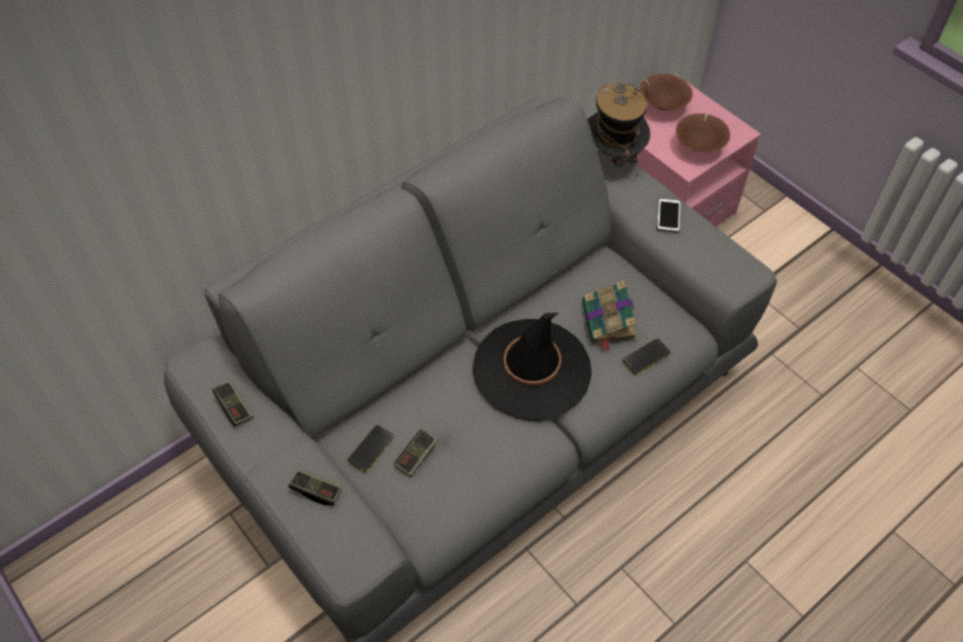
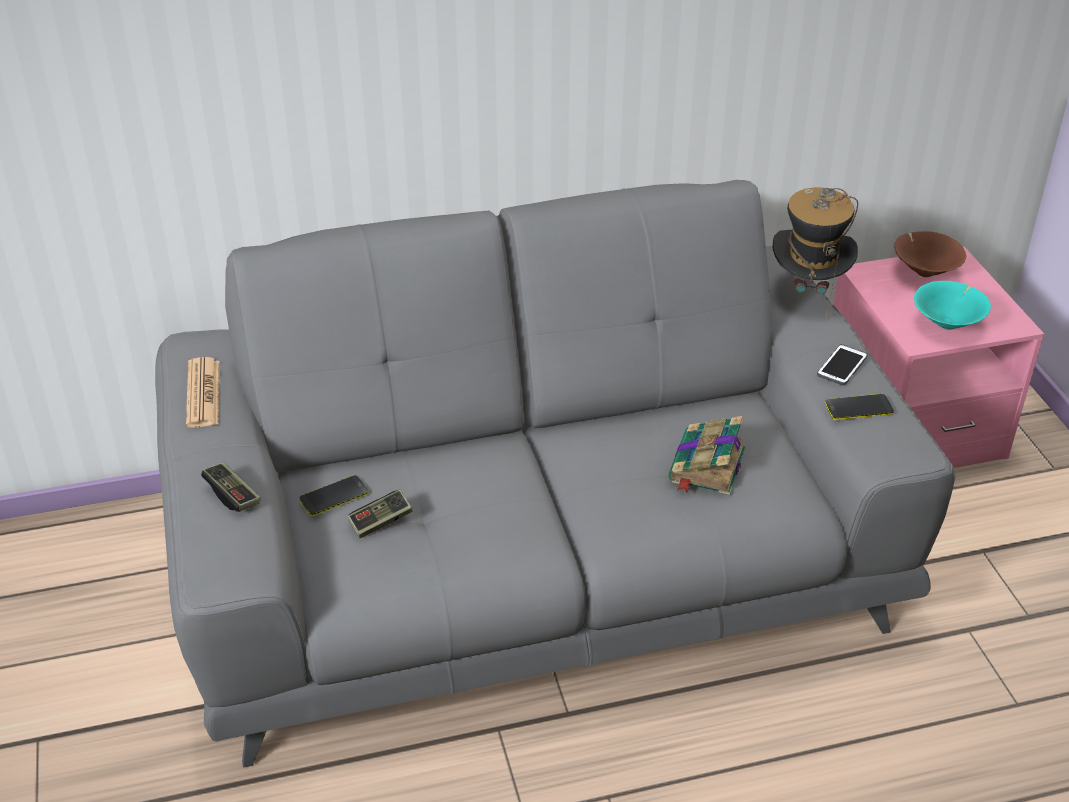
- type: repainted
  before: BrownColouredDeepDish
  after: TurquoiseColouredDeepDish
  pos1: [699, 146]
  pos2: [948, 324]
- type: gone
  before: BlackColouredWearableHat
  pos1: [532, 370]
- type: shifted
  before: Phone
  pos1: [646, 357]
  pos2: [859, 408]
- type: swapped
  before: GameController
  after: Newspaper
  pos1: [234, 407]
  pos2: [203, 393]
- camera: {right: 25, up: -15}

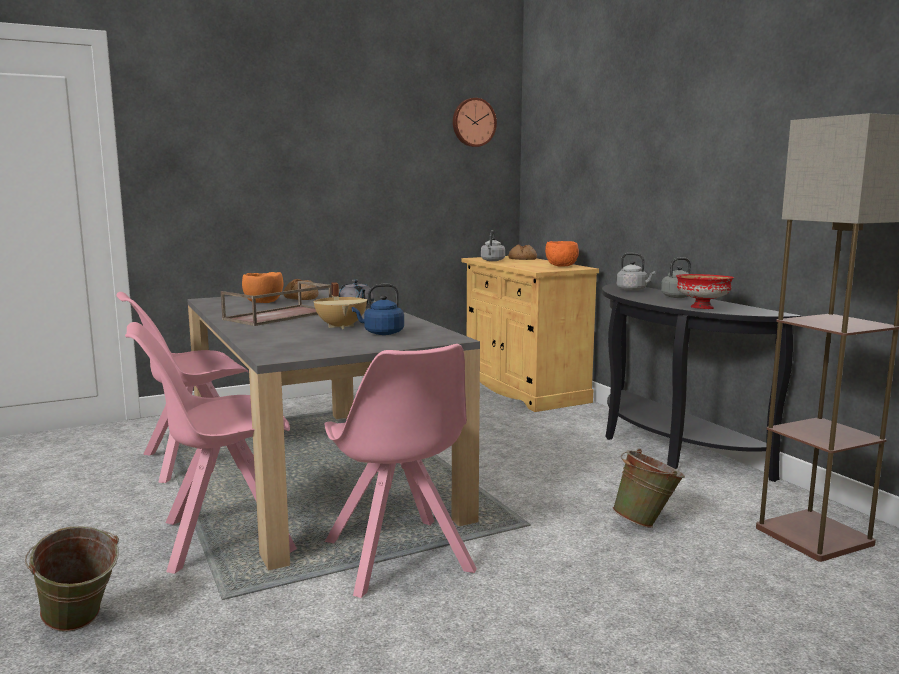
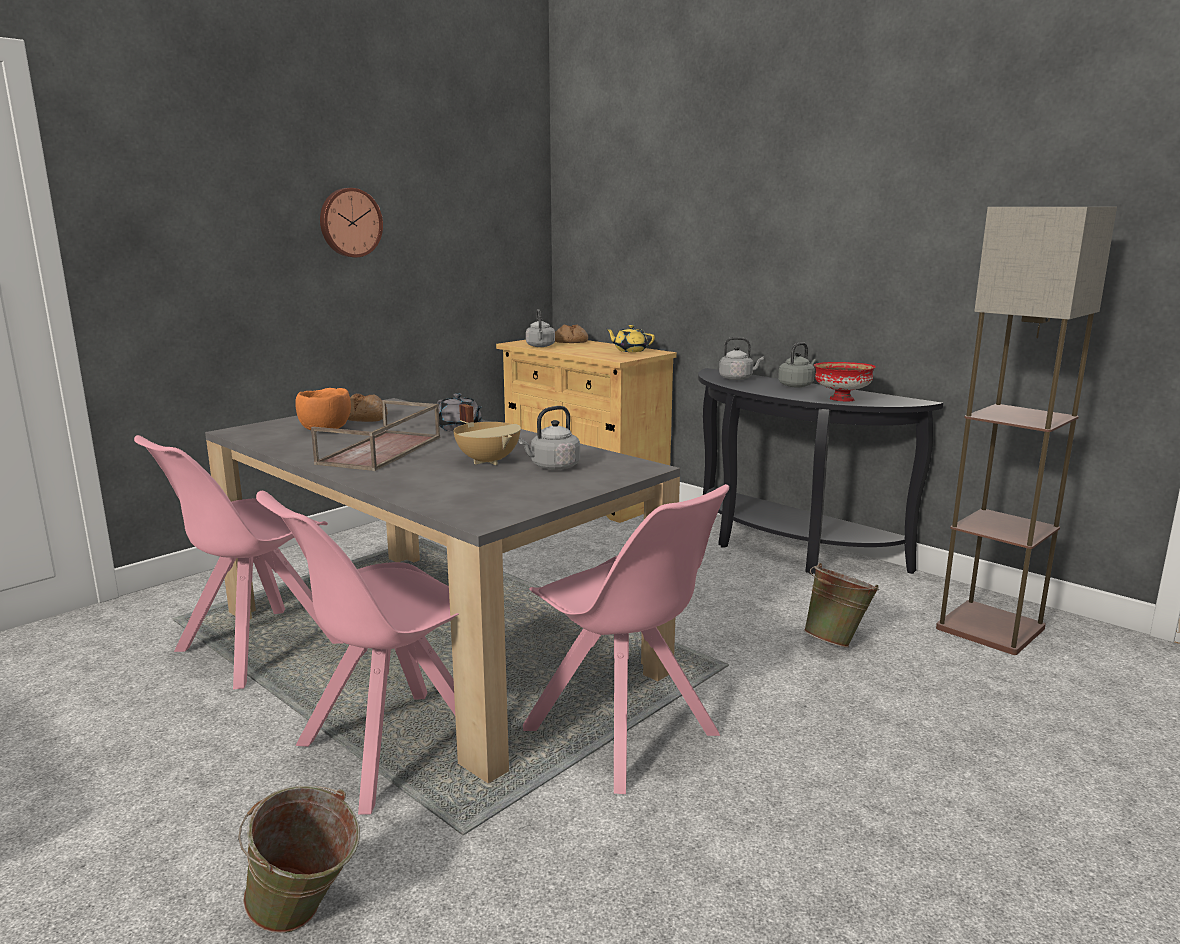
- type: shifted
  before: HangingClock
  pos1: [473, 122]
  pos2: [349, 222]
- type: swapped
  before: OrangeDeepDish
  after: YellowColouredTeaPot
  pos1: [560, 266]
  pos2: [630, 350]
- type: repainted
  before: BluishWaterKettle
  after: GrayWaterKettle
  pos1: [381, 333]
  pos2: [552, 467]
- camera: {right: -20, up: 5}

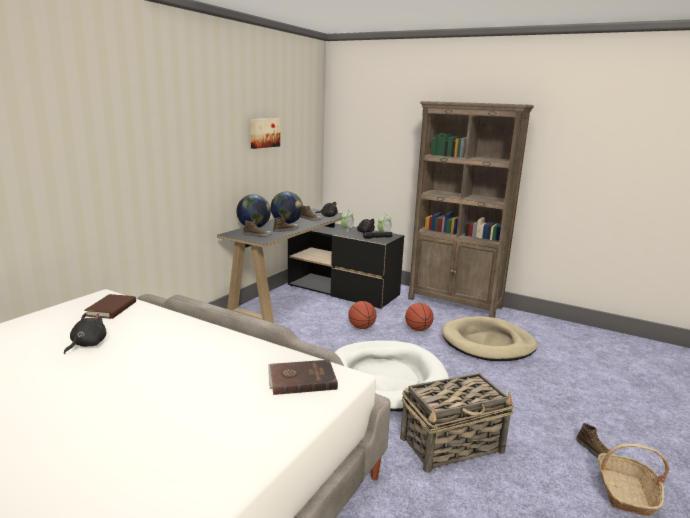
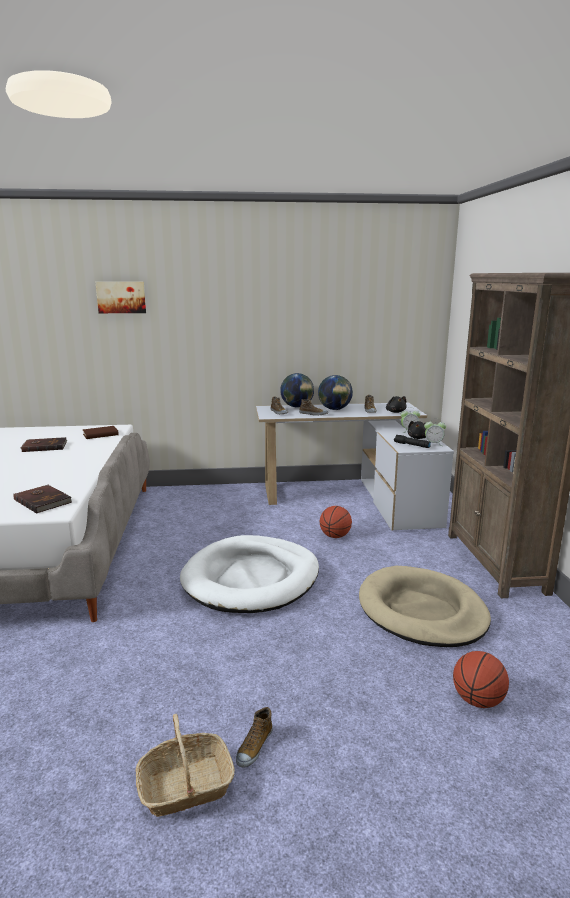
- type: shifted
  before: WallPicture
  pos1: [264, 133]
  pos2: [121, 297]
- type: repainted
  before: BlackColouredDeskUnit
  after: WhiteDeskUnit
  pos1: [311, 298]
  pos2: [355, 498]
- type: shifted
  before: BasketballBall
  pos1: [418, 329]
  pos2: [477, 700]
- type: swapped
  before: BlackColouredCuddlyToy
  after: BrownColouredBoundBook
  pos1: [87, 345]
  pos2: [44, 446]
- type: gone
  before: Basket
  pos1: [452, 445]
- camera: {right: 55, up: 0}

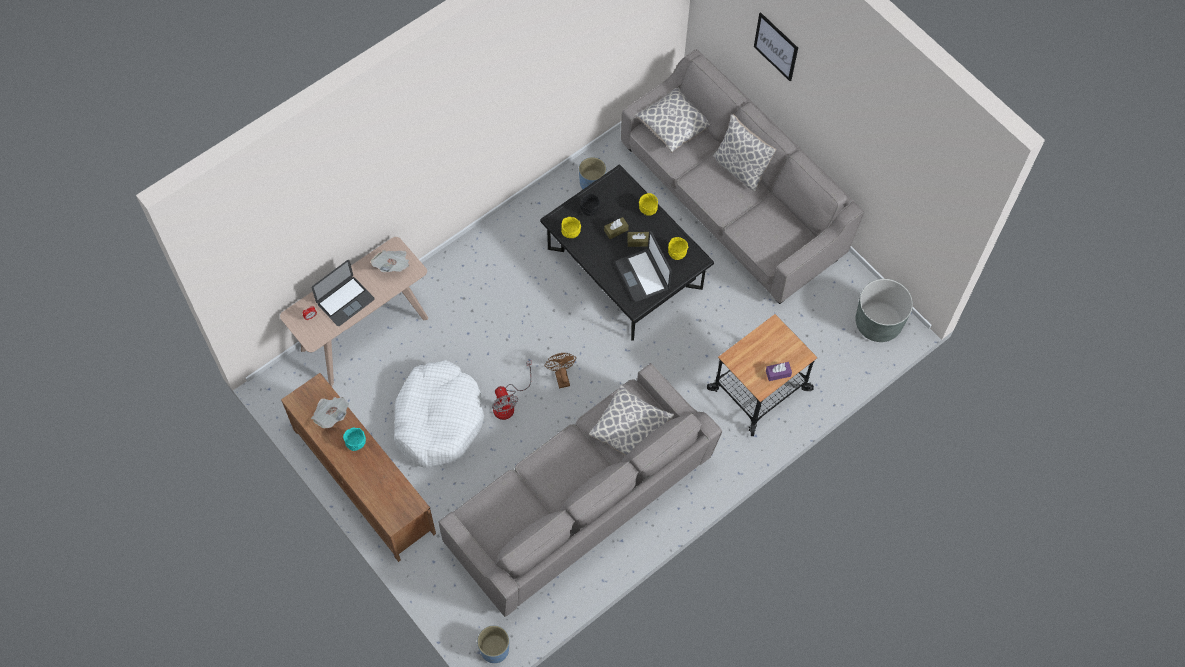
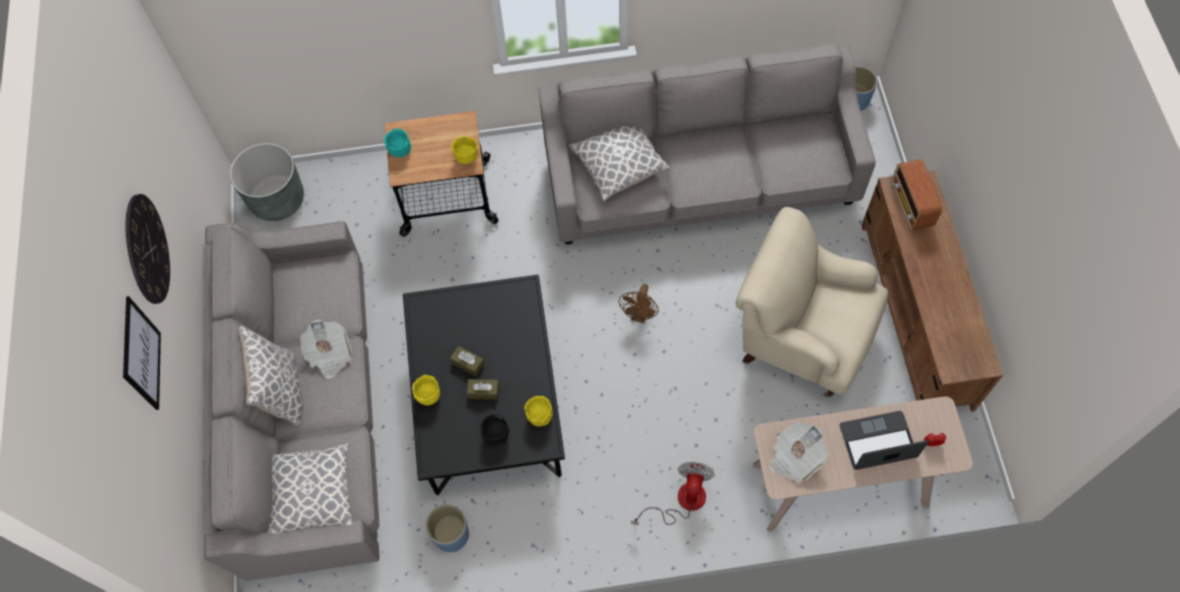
- type: gone
  before: PortableComputer
  pos1: [643, 275]
- type: shifted
  before: YellowColouredDeepDish
  pos1: [677, 254]
  pos2: [466, 157]
- type: swapped
  before: WhiteDogCushion
  after: BeigeEasyChair
  pos1: [438, 419]
  pos2: [801, 338]
- type: shifted
  before: Fan
  pos1: [508, 403]
  pos2: [681, 501]
- type: gone
  before: PurplishTissueHolder
  pos1: [778, 373]
- type: shifted
  before: Newspaper
  pos1: [331, 415]
  pos2: [329, 354]
- type: shifted
  before: TurquoiseColouredDeepDish
  pos1: [356, 444]
  pos2: [400, 150]
- type: new
  after: Radio
  pos2: [911, 206]
- type: new
  after: HangingClock
  pos2: [146, 249]
- camera: {right: -145, up: 0}

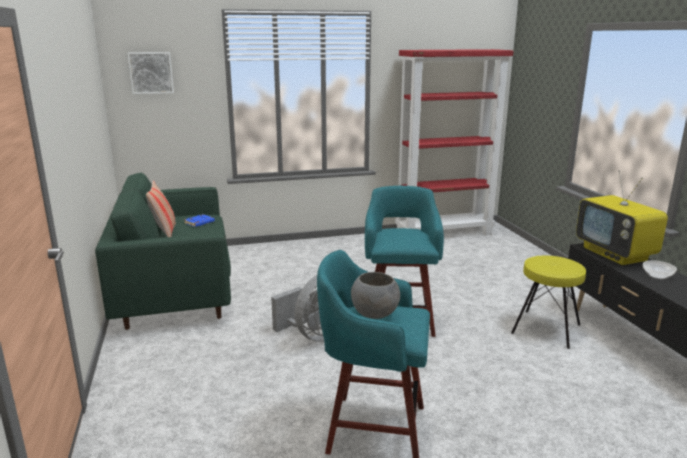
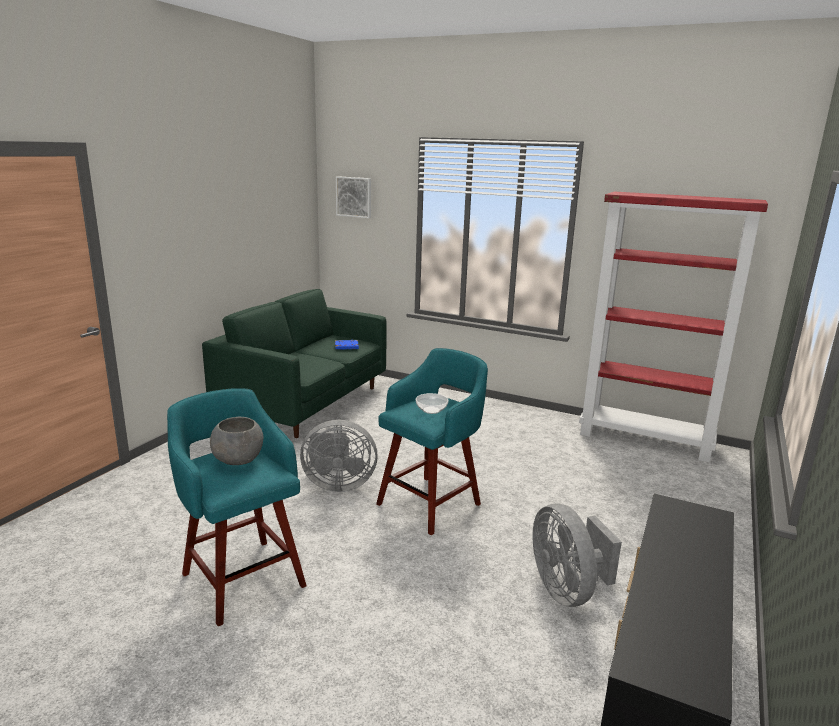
- type: gone
  before: Tv
  pos1: [615, 254]
- type: gone
  before: Cushion
  pos1: [164, 232]
- type: swapped
  before: YellowColouredStool
  after: GrayFan
  pos1: [546, 328]
  pos2: [567, 590]
- type: shifted
  before: DeepDish
  pos1: [658, 275]
  pos2: [432, 410]
- camera: {right: 40, up: 0}

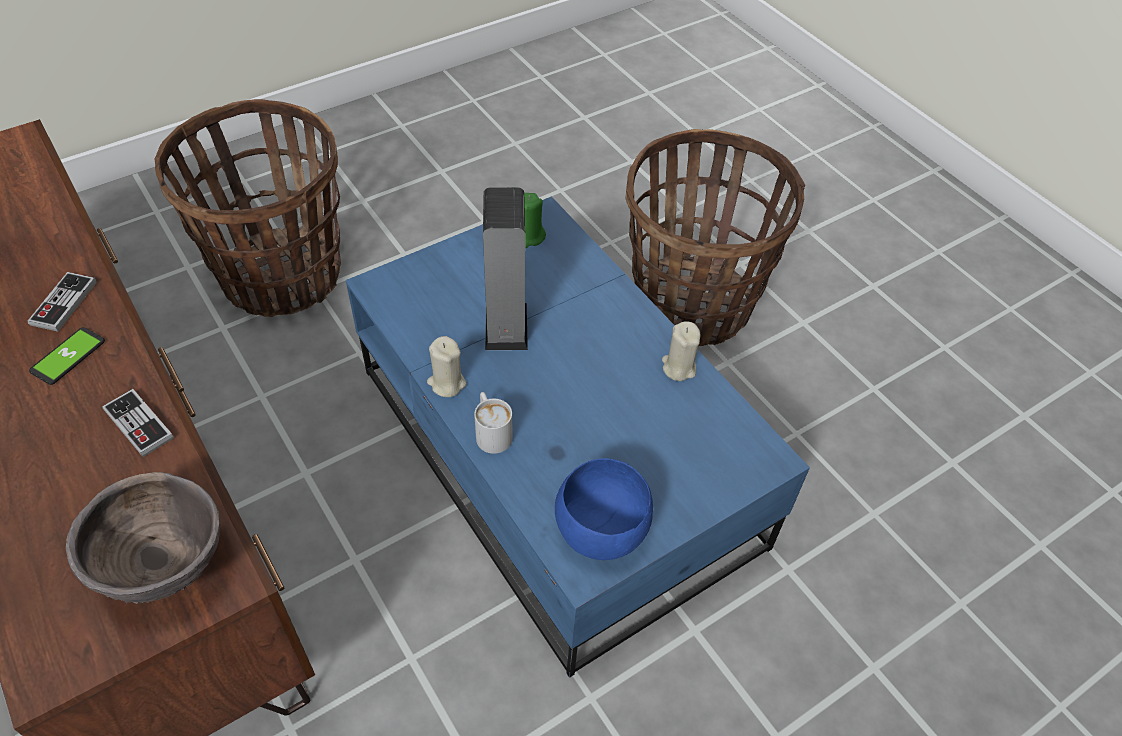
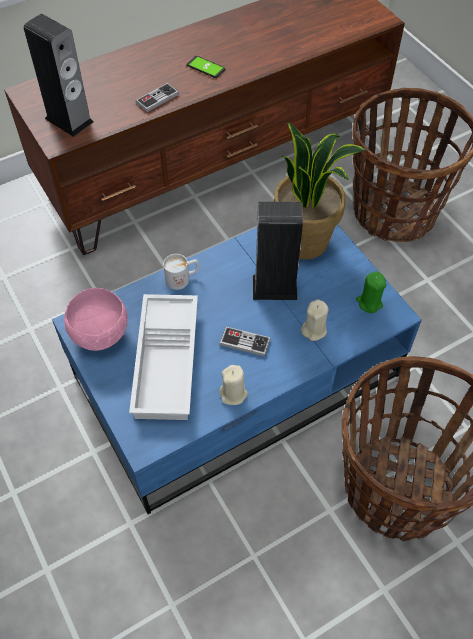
- type: shifted
  before: GameController
  pos1: [64, 303]
  pos2: [245, 342]
- type: shifted
  before: BeigeWaxCandle
  pos1: [447, 383]
  pos2: [314, 330]
- type: repainted
  before: BluishDeepDish
  after: PinkColouredDeepDish
  pos1: [600, 529]
  pos2: [102, 334]
- type: swapped
  before: BrownColouredDeepDish
  after: Loudspeaker
  pos1: [166, 568]
  pos2: [69, 120]
- type: new
  after: PlantInAPot
  pos2: [305, 241]
- type: new
  after: WhiteTray
  pos2: [168, 362]
- camera: {right: 95, up: 5}

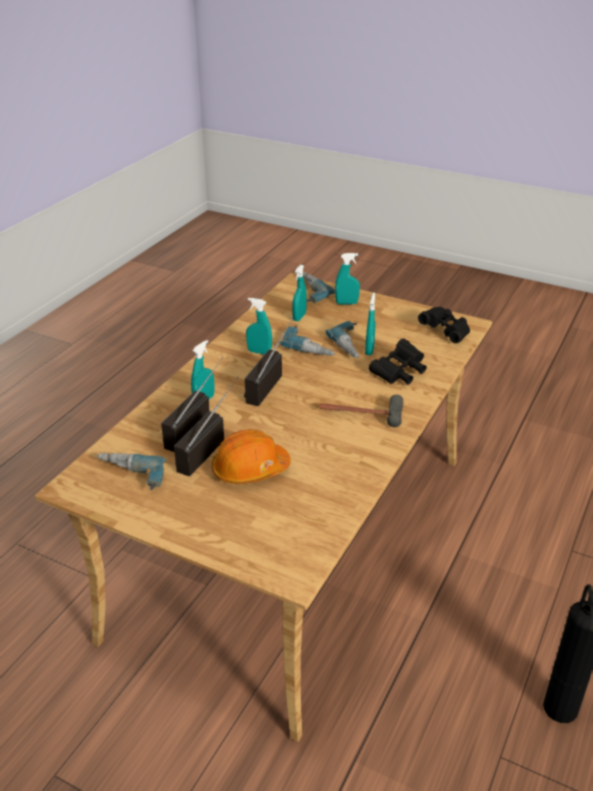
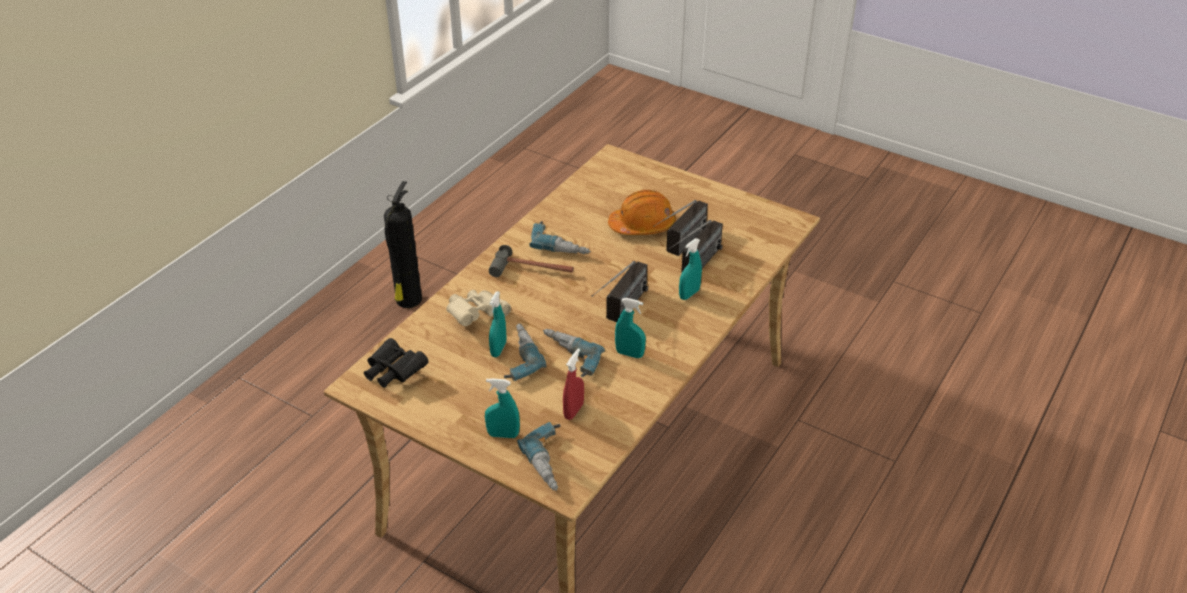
- type: repainted
  before: TurquoiseColouredHandSprayer
  after: ReddishHandSprayer
  pos1: [299, 317]
  pos2: [573, 411]
- type: repainted
  before: BlackColouredBinoculars
  after: BeigeBinoculars
  pos1: [399, 373]
  pos2: [476, 315]
- type: shifted
  before: PowerDrill
  pos1: [129, 477]
  pos2: [561, 244]
- camera: {right: -175, up: 5}

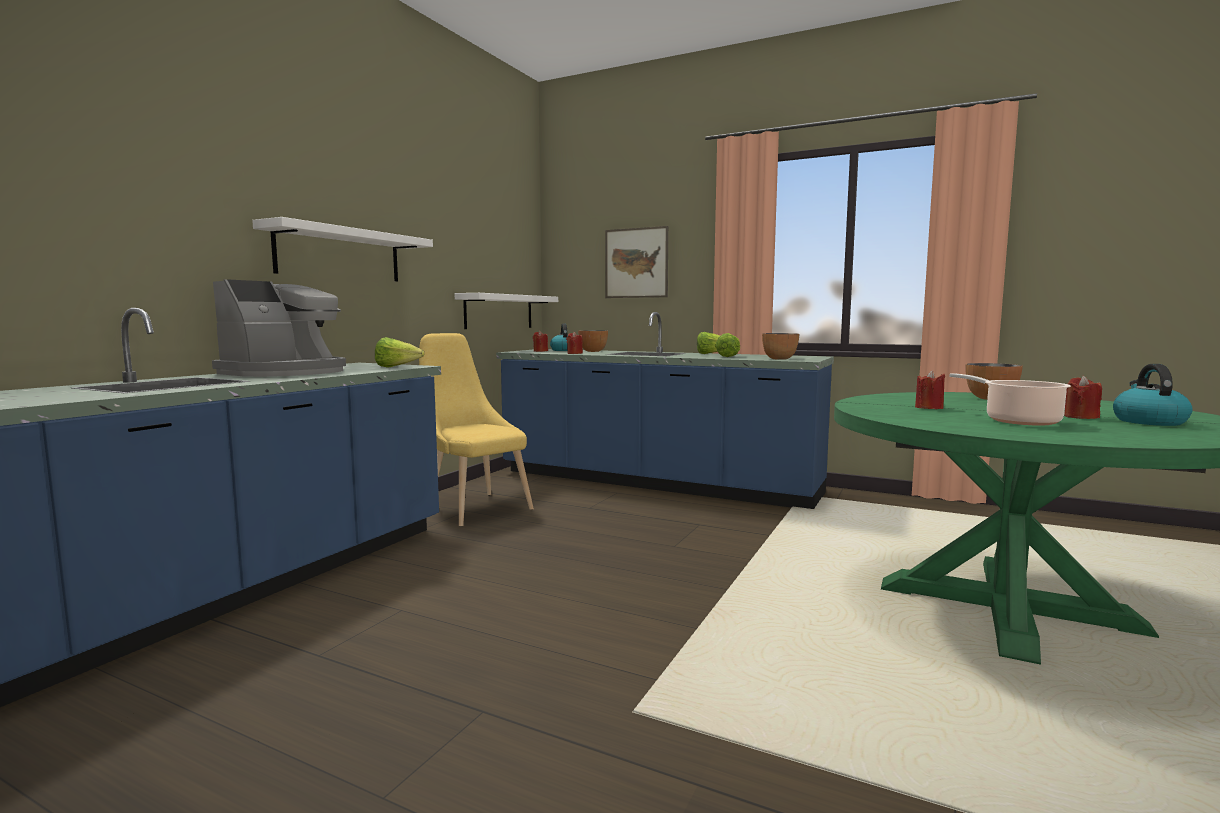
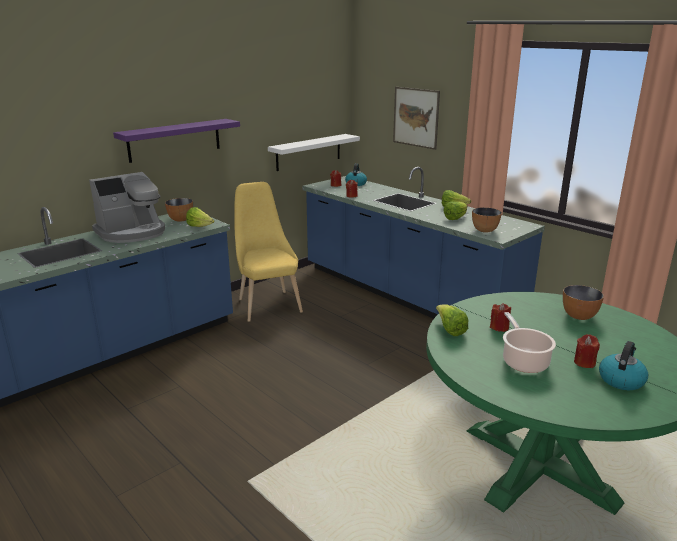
- type: repainted
  before: WhiteWallShelf
  after: PurplishWallShelf
  pos1: [340, 255]
  pos2: [174, 140]
- type: shifted
  before: DeepDish
  pos1: [593, 351]
  pos2: [180, 220]
- type: new
  after: LettuceHead
  pos2: [450, 330]
- camera: {right: 20, up: 15}

